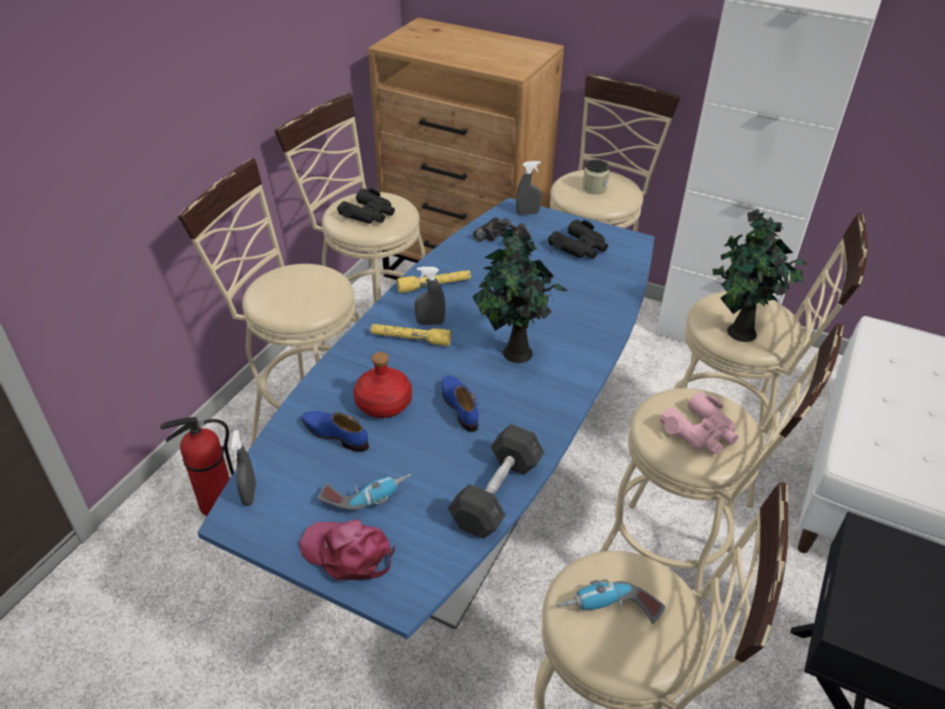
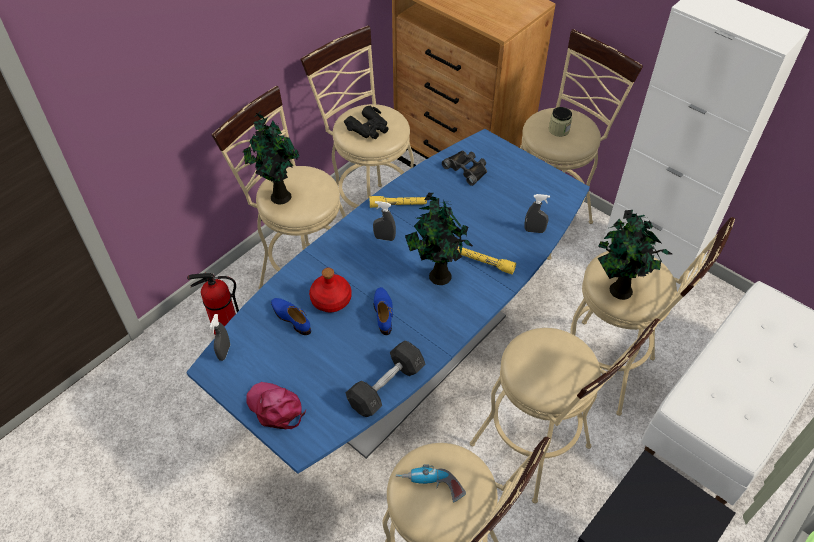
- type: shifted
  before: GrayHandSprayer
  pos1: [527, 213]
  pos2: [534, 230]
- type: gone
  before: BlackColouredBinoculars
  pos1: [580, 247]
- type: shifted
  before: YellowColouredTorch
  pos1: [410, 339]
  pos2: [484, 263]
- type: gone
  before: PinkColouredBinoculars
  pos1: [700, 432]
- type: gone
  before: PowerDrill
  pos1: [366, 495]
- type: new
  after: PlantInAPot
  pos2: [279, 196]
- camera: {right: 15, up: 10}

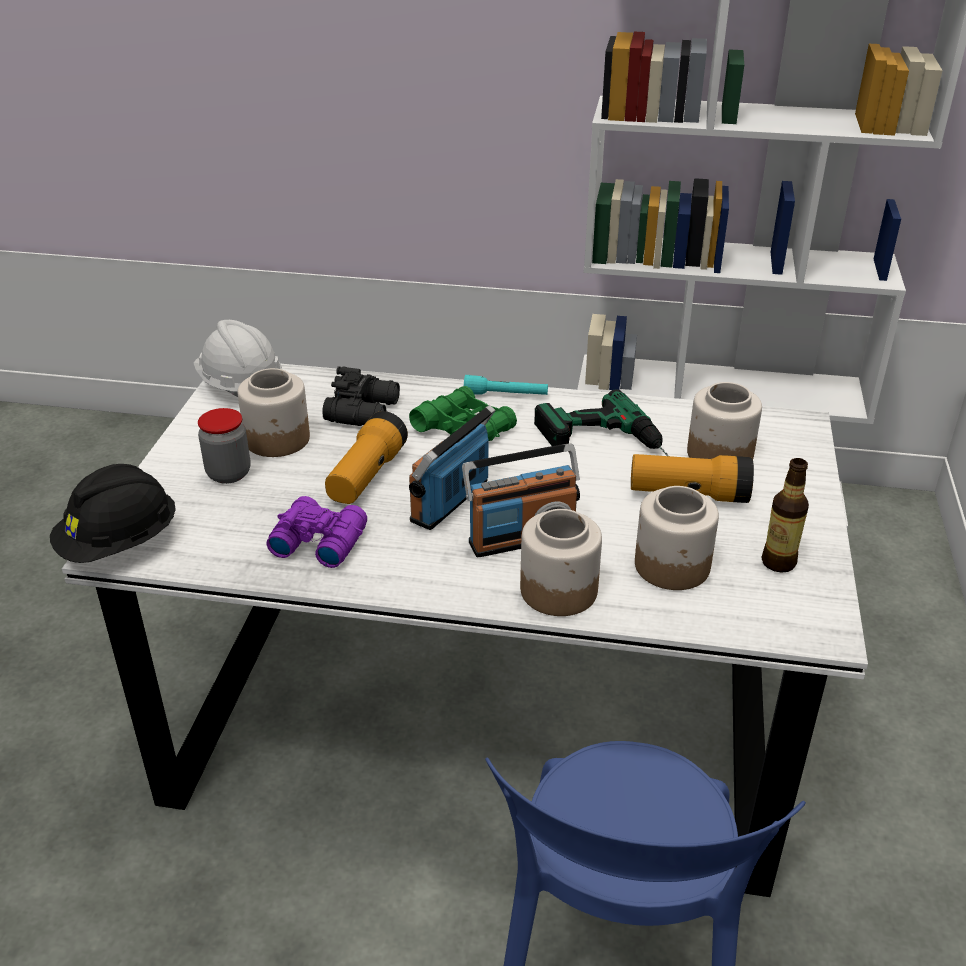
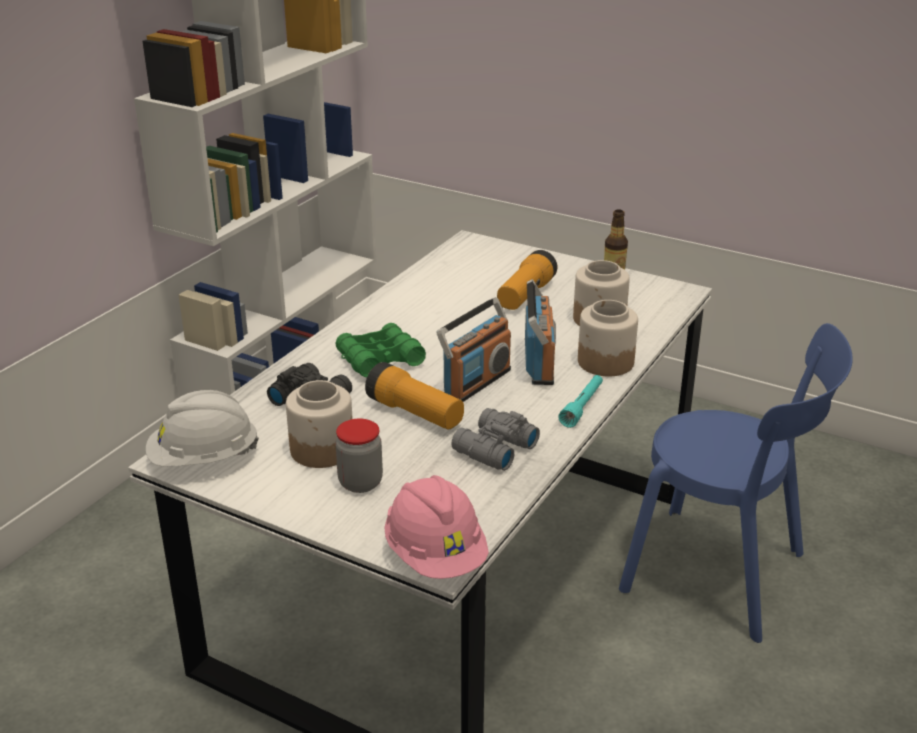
- type: shifted
  before: TurquoiseColouredTorch
  pos1: [505, 395]
  pos2: [582, 406]
- type: gone
  before: Jar
  pos1: [719, 454]
- type: gone
  before: PowerDrill
  pos1: [605, 444]
- type: rotated
  before: Radio
  pos1: [451, 501]
  pos2: [476, 382]
  turn: -105
- type: repainted
  before: BlackColouredSafetyHelmet
  after: PinkColouredSafetyHelmet
  pos1: [119, 544]
  pos2: [436, 555]
- type: repainted
  before: PurplishBinoculars
  after: GrayBinoculars
  pos1: [318, 541]
  pos2: [493, 449]
- camera: {right: -70, up: -5}

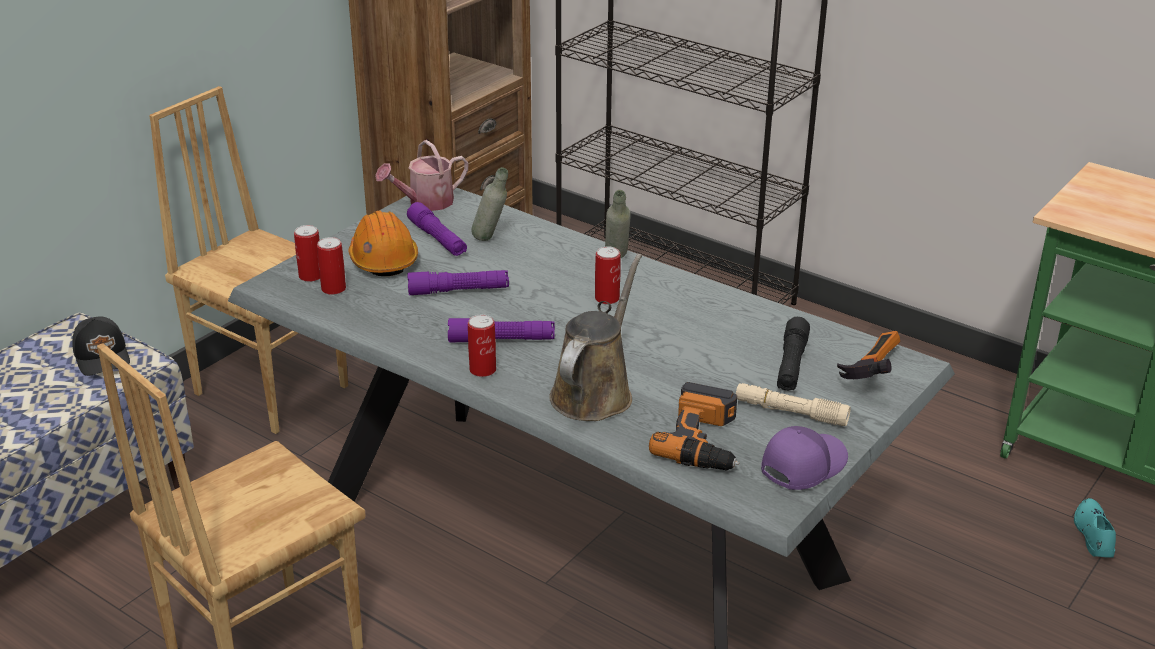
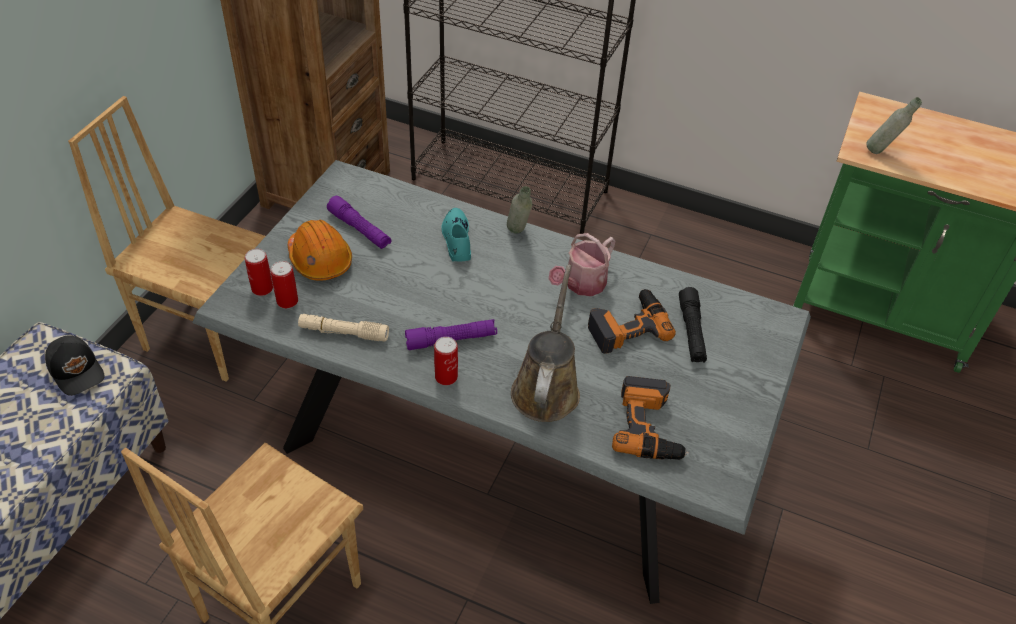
- type: shifted
  before: WateringPot
  pos1: [425, 203]
  pos2: [581, 285]
- type: shifted
  before: GrayBottle
  pos1: [491, 240]
  pos2: [881, 152]
- type: gone
  before: SealedCan
  pos1: [607, 298]
- type: gone
  before: PurplishTorch
  pos1: [458, 291]
- type: gone
  before: ToolHammer
  pos1: [867, 371]
- type: shifted
  before: BeigeTorch
  pos1: [790, 412]
  pos2: [343, 332]
- type: gone
  before: PurplishCap
  pos1: [801, 465]
- type: shifted
  before: TurquoiseColouredShoe
  pos1: [1093, 534]
  pos2: [457, 239]
- type: new
  after: PowerDrill
  pos2: [627, 326]
- camera: {right: -15, up: 15}

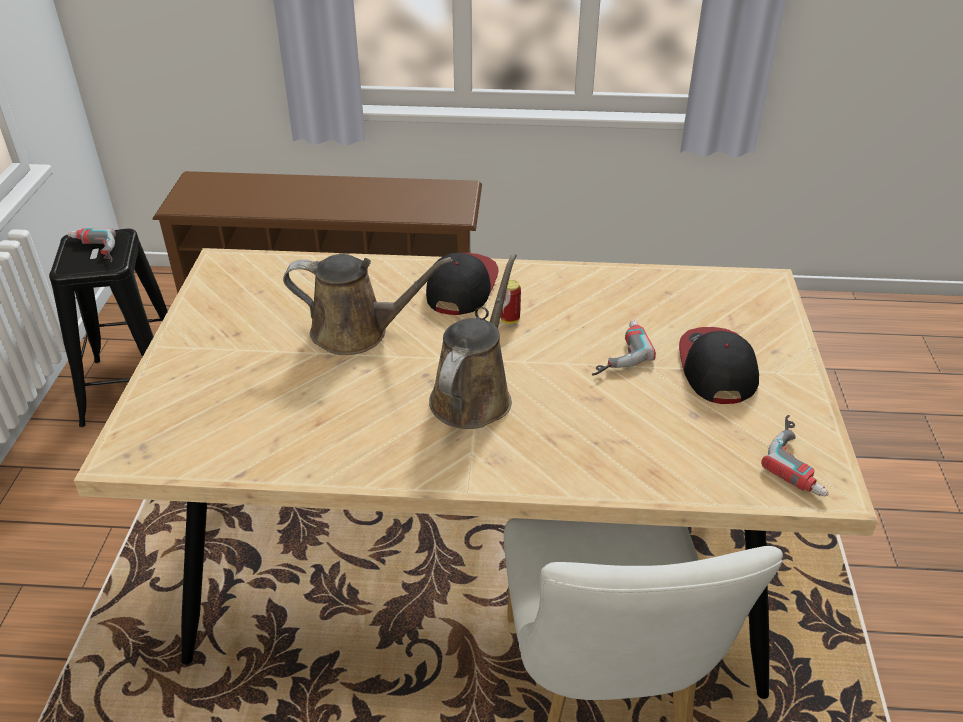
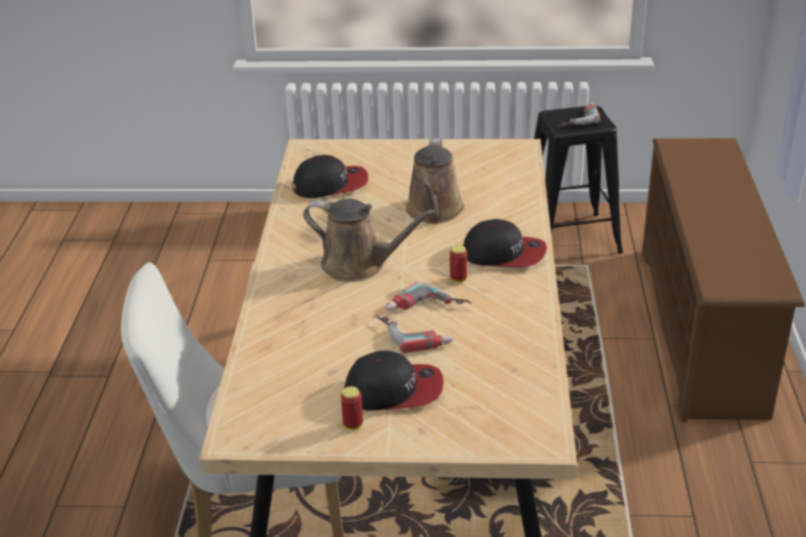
- type: shifted
  before: PowerDrill
  pos1: [803, 460]
  pos2: [427, 309]
- type: new
  after: Cap
  pos2: [331, 184]
- type: new
  after: SealedCan
  pos2: [353, 425]
- camera: {right: 90, up: -5}

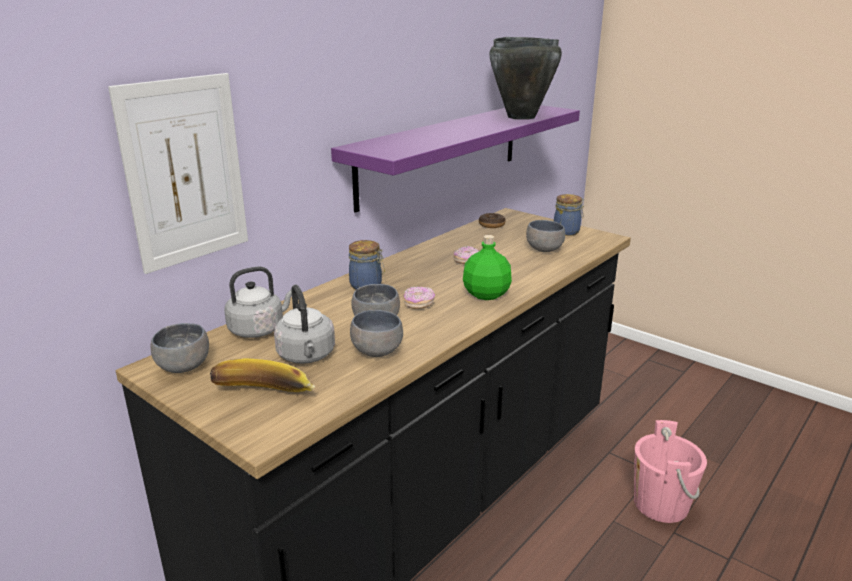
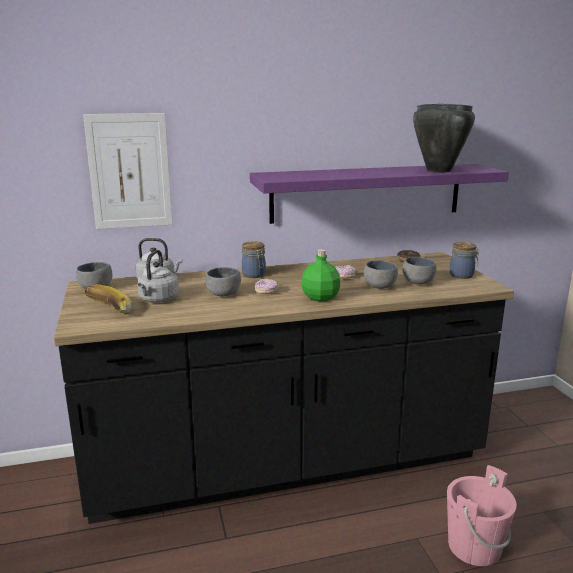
- type: shifted
  before: GrayDeepDish
  pos1: [379, 351]
  pos2: [381, 287]
- camera: {right: 35, up: -5}

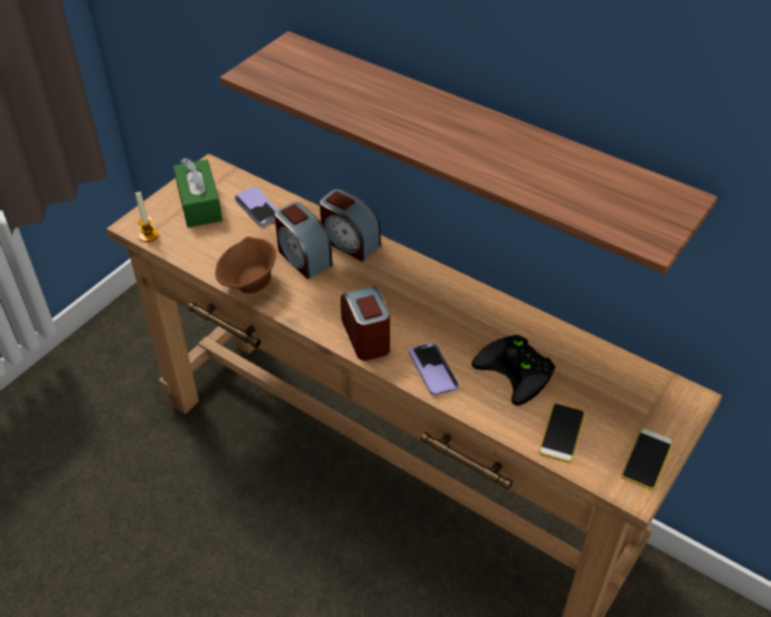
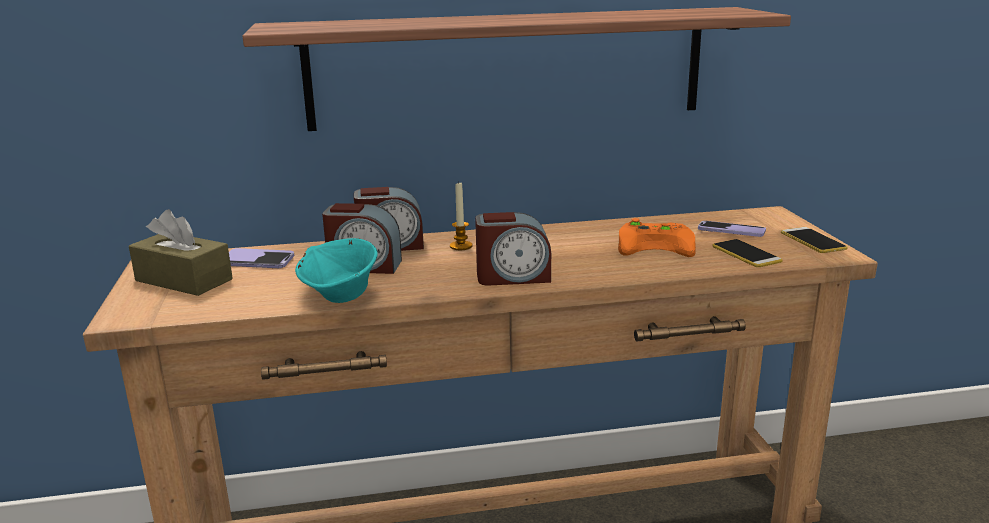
- type: repainted
  before: GreenTissueHolder
  after: BrownColouredTissueHolder
  pos1: [199, 204]
  pos2: [184, 280]
- type: shifted
  before: WaxCandle
  pos1: [148, 235]
  pos2: [461, 246]
- type: repainted
  before: BrownColouredDeepDish
  after: TurquoiseColouredDeepDish
  pos1: [249, 284]
  pos2: [341, 297]
- type: rotated
  before: TableClock
  pos1: [366, 336]
  pos2: [513, 277]
  turn: 150
- type: repainted
  before: BlackColouredGameController
  after: OrangeGameController
  pos1: [518, 372]
  pos2: [657, 245]
- type: shifted
  before: Phone
  pos1: [433, 370]
  pos2: [731, 231]
- camera: {right: -45, up: -25}

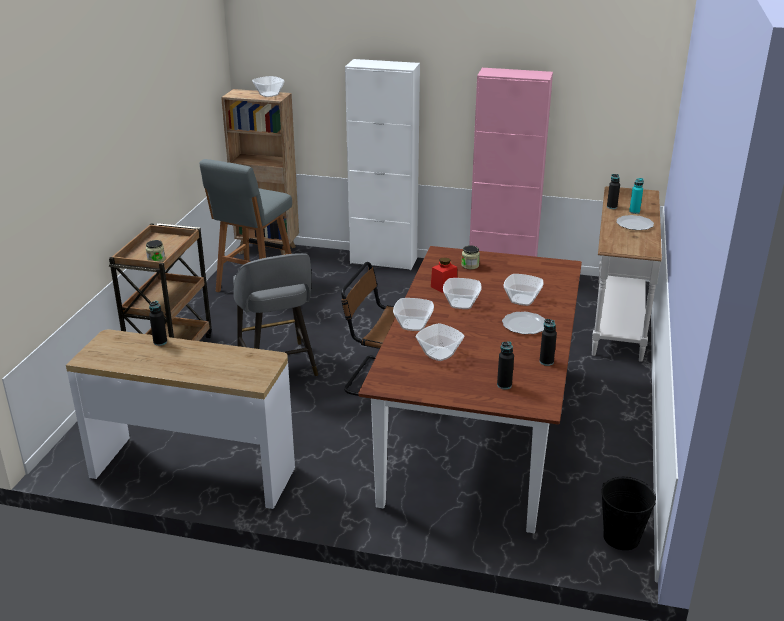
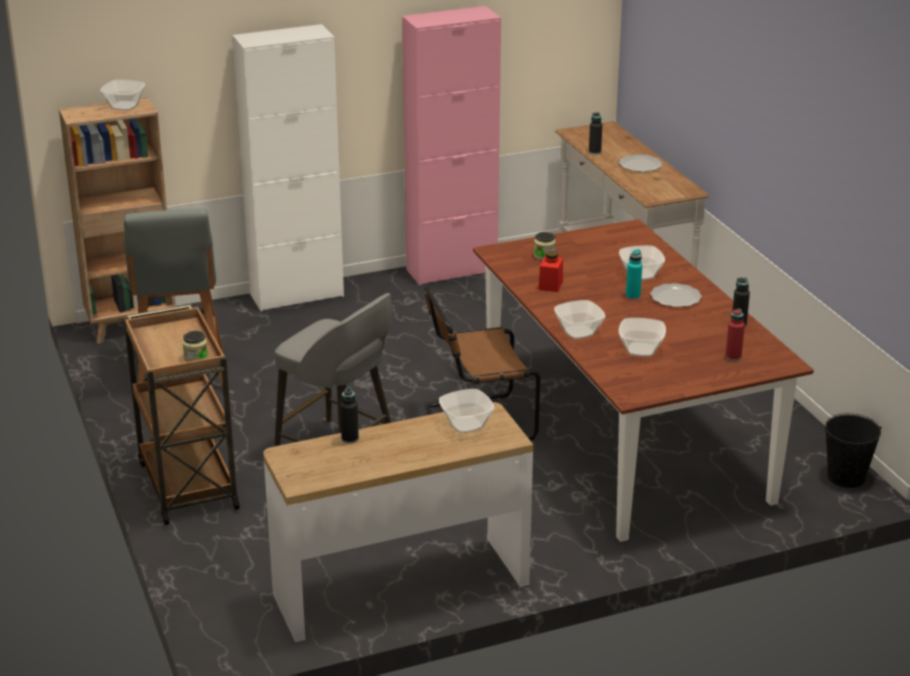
- type: shifted
  before: TurquoiseColouredBottle
  pos1: [634, 211]
  pos2: [633, 296]
- type: shifted
  before: DeepDish
  pos1: [462, 303]
  pos2: [466, 424]
- type: repainted
  before: BlackColouredBottle
  after: ReddishBottle
  pos1: [504, 385]
  pos2: [733, 357]
- camera: {right: -35, up: 0}

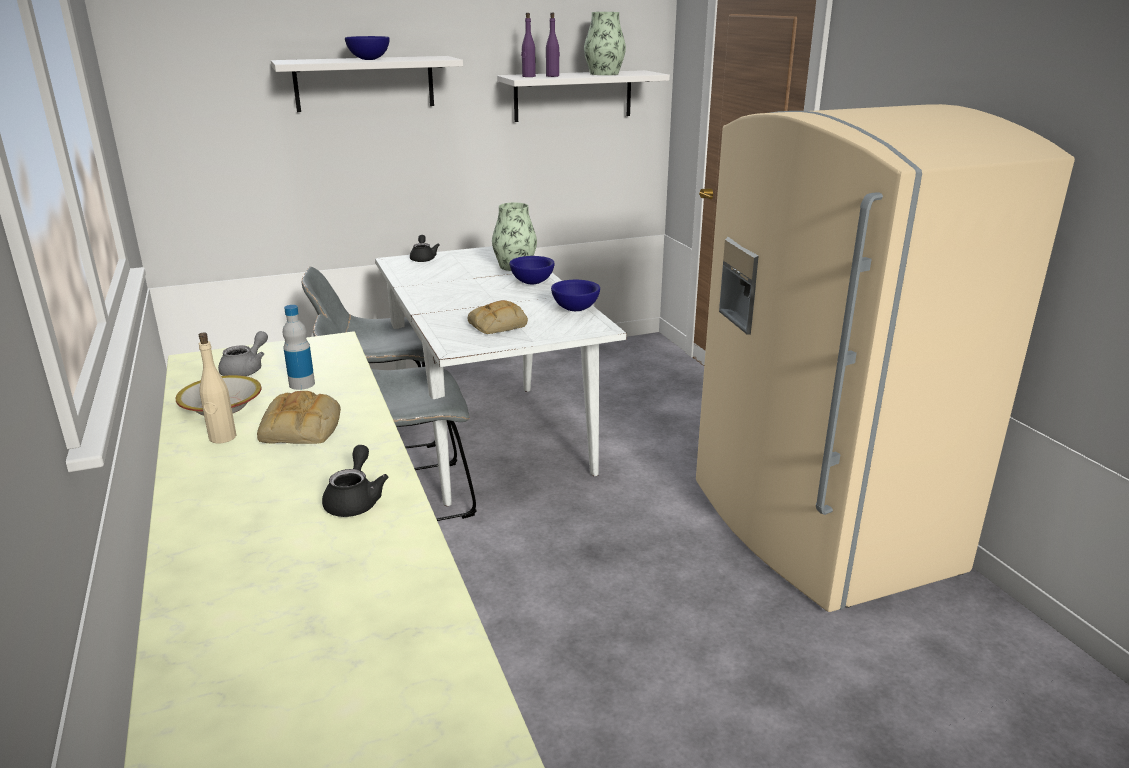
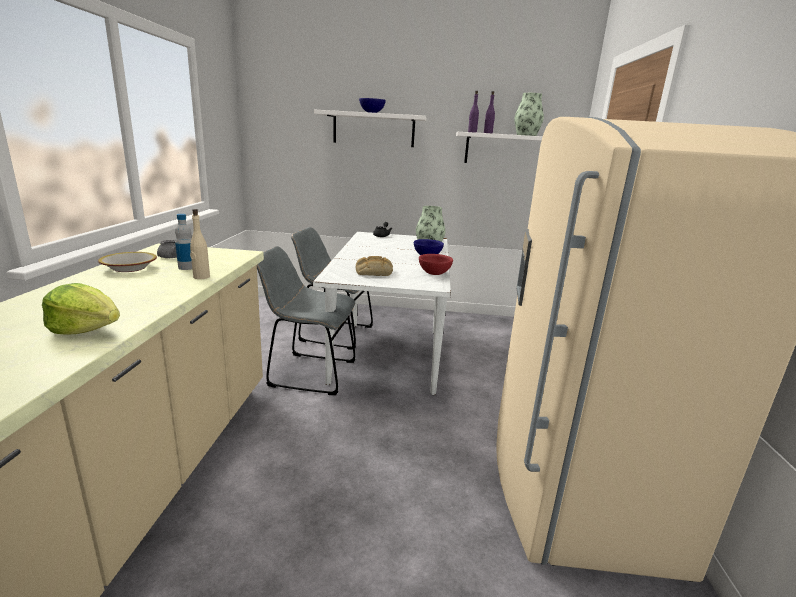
- type: repainted
  before: BluishDeepDish
  after: ReddishDeepDish
  pos1: [576, 309]
  pos2: [435, 274]
- type: shifted
  before: BeigeBottle
  pos1: [222, 437]
  pos2: [201, 277]
- type: gone
  before: Bread
  pos1: [302, 429]
- type: swapped
  before: BlackColouredTeaPot
  after: LettuceHead
  pos1: [355, 500]
  pos2: [86, 329]
- camera: {right: 25, up: -5}

